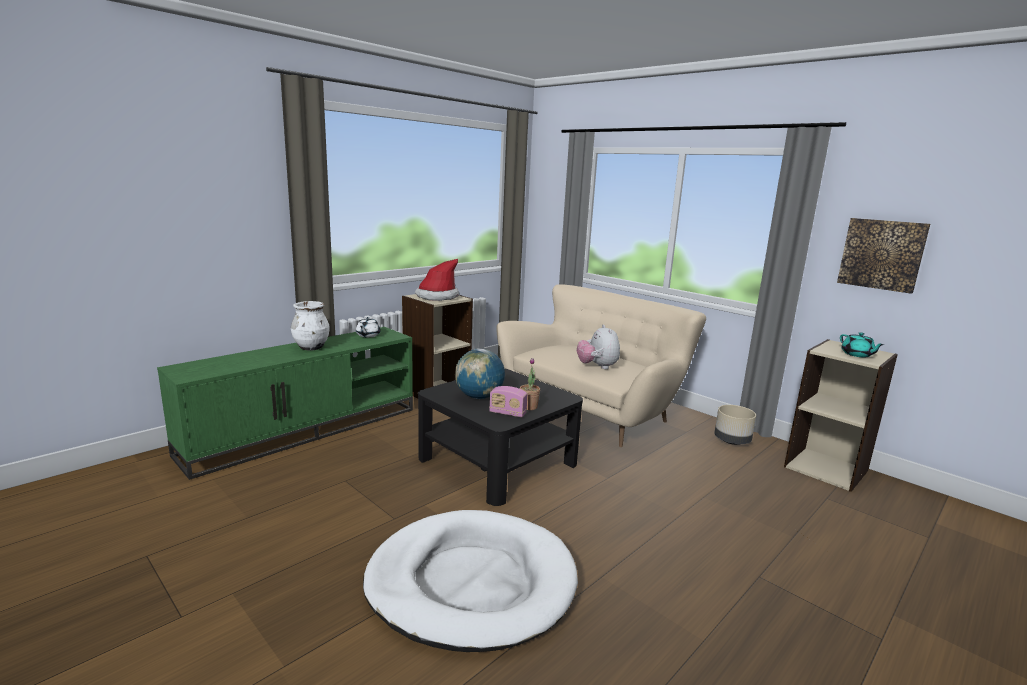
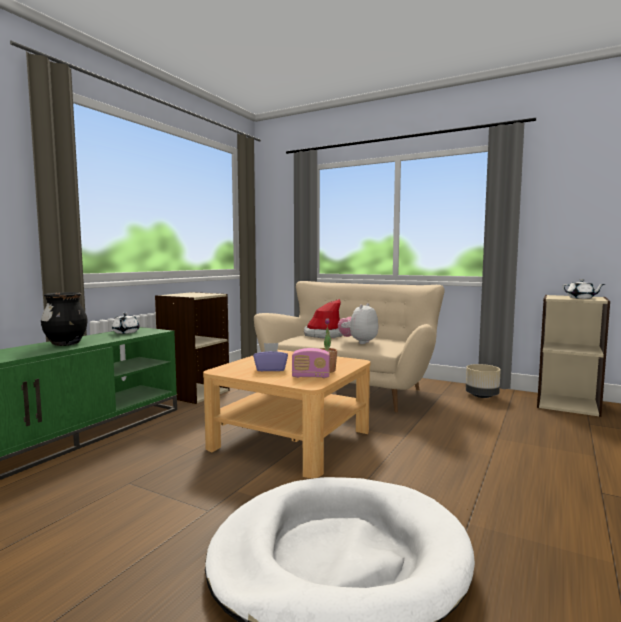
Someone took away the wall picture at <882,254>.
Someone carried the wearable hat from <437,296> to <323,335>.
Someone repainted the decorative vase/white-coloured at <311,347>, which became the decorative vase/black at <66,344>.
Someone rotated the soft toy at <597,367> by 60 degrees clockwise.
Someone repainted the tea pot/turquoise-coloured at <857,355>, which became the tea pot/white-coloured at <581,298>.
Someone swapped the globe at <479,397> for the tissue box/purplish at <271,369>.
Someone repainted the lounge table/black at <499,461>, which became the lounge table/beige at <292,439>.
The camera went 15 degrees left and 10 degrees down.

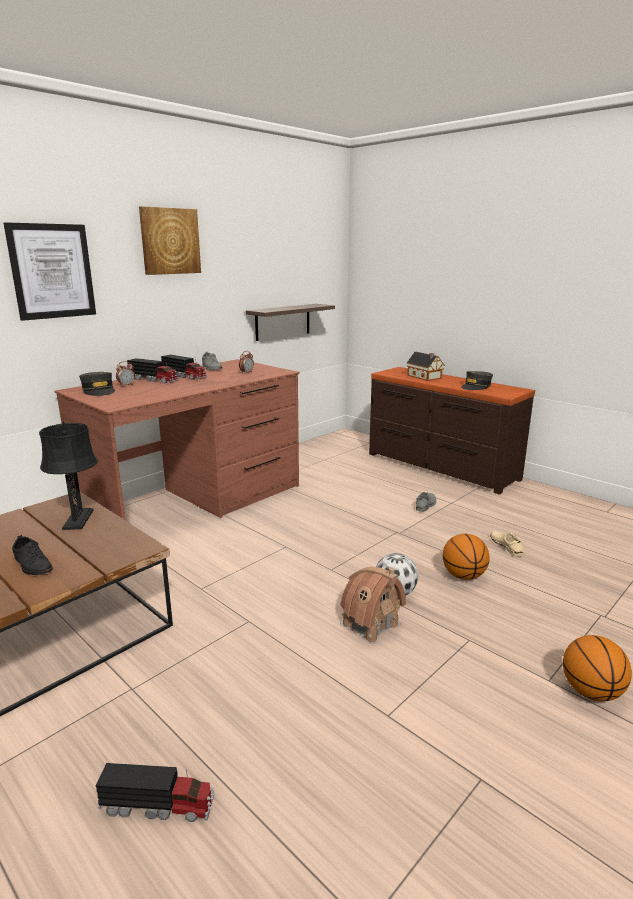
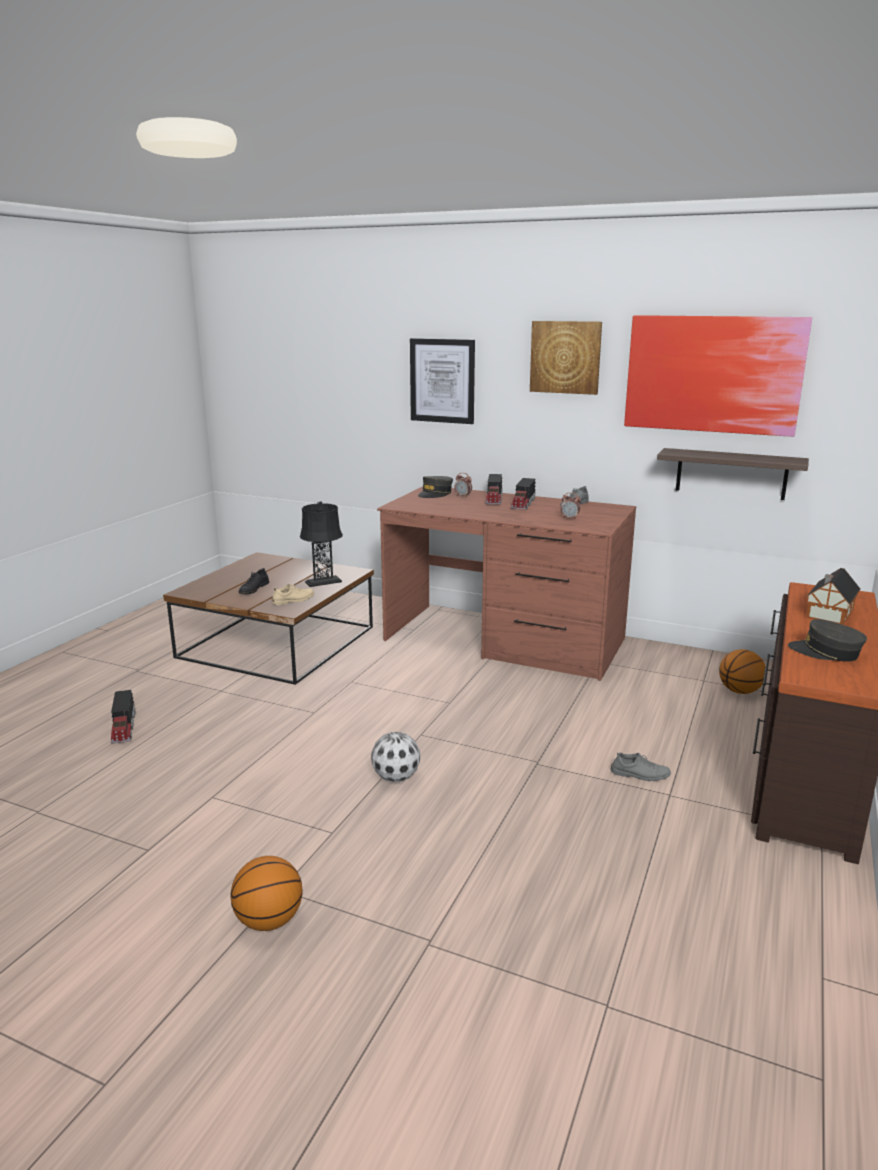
Someone carried the shoe/beige from <506,546> to <293,600>.
Someone carried the basketball from <463,576> to <740,691>.
Someone took away the toy house at <370,624>.
Someone put up the wall picture at <713,374>.
The camera went 70 degrees right and 0 degrees up.

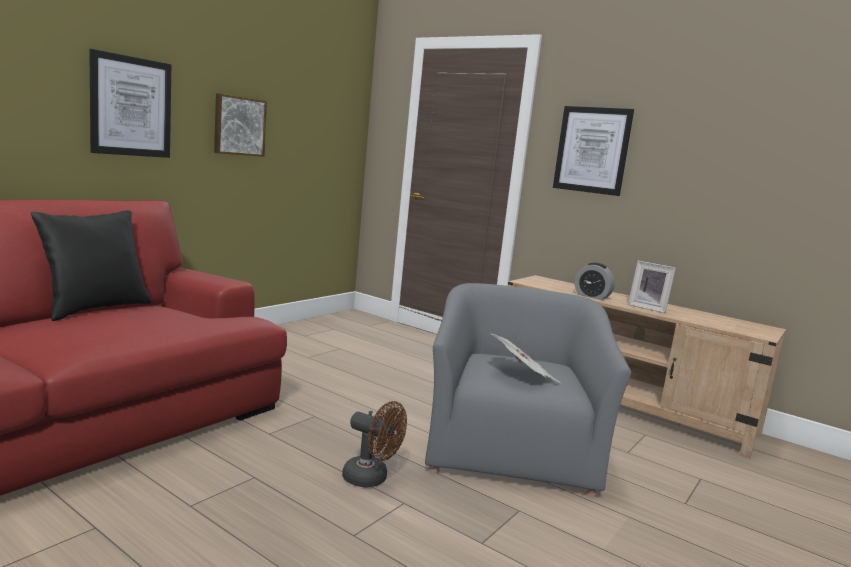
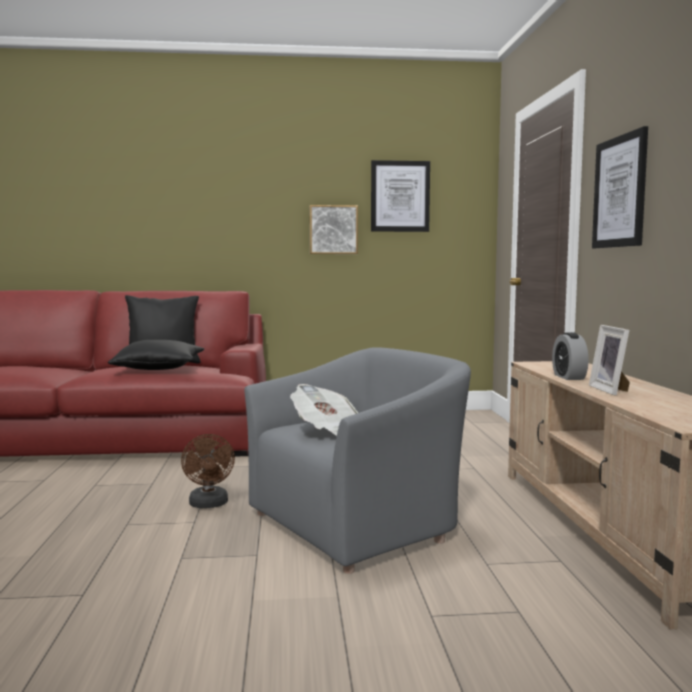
Someone carried the wall picture from <131,106> to <400,196>.
Someone put down the pillow/black at <159,368>.
The camera went 50 degrees right and 5 degrees down.

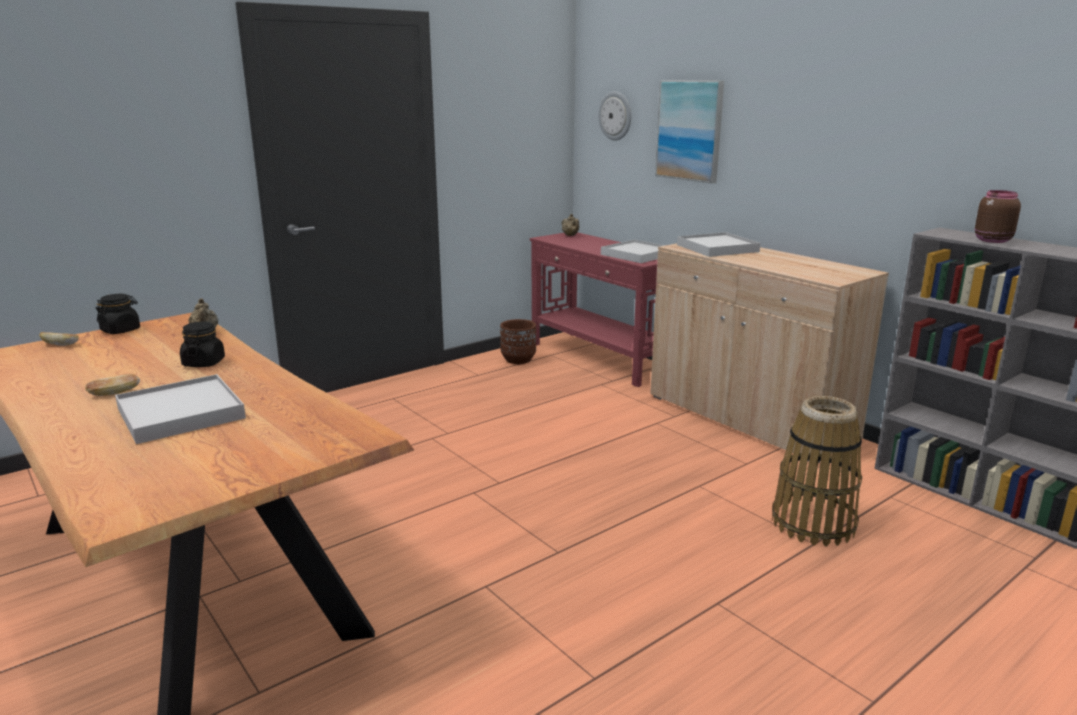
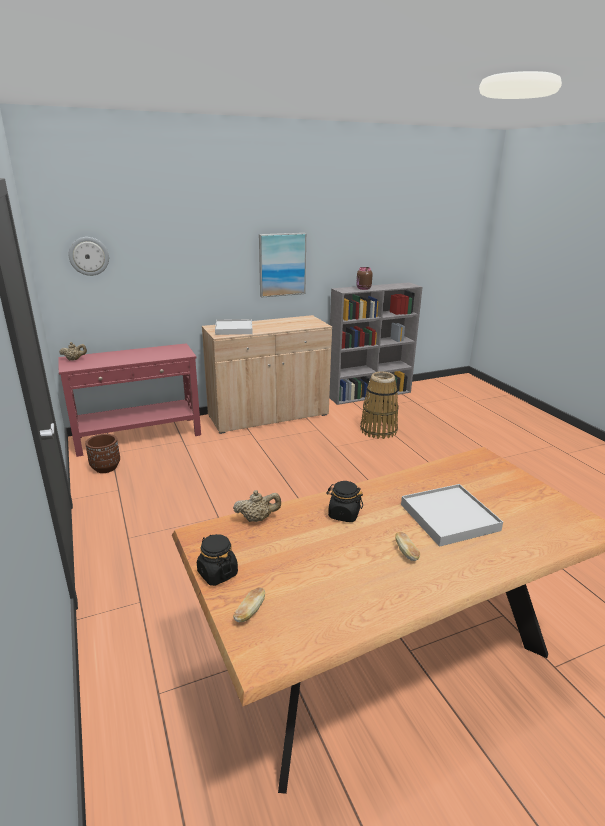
Someone carried the wall picture from <690,130> to <282,264>.
Someone took away the carrying tray/white-coloured at <637,255>.
The camera went 75 degrees left and 5 degrees up.

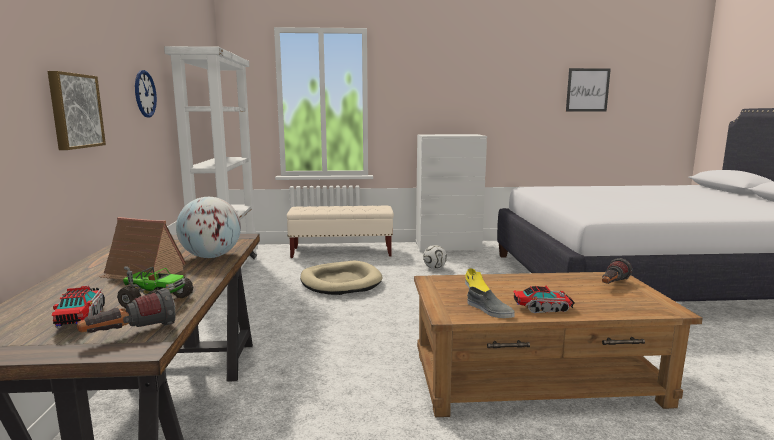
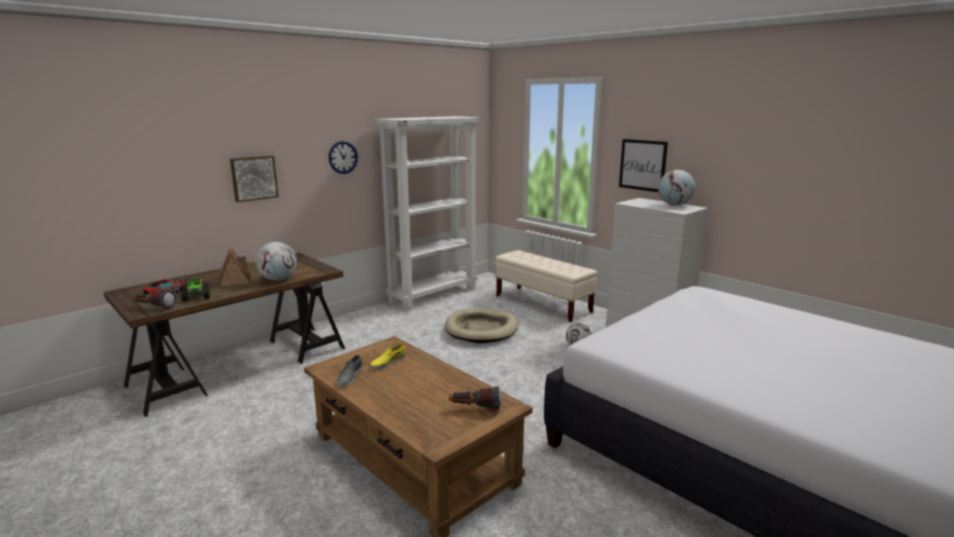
Someone carried the wall picture from <587,90> to <642,165>.
Someone took away the model truck at <543,308>.
Someone put down the globe at <674,205>.
The camera went 50 degrees right and 5 degrees up.

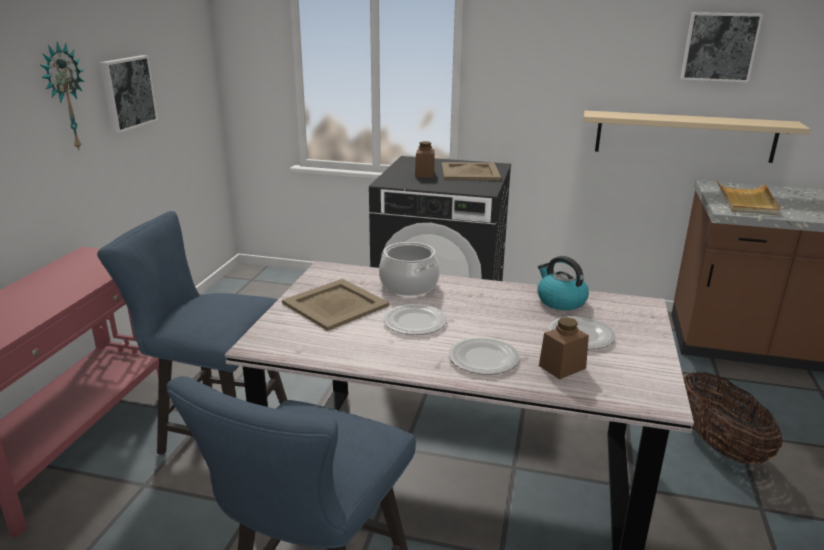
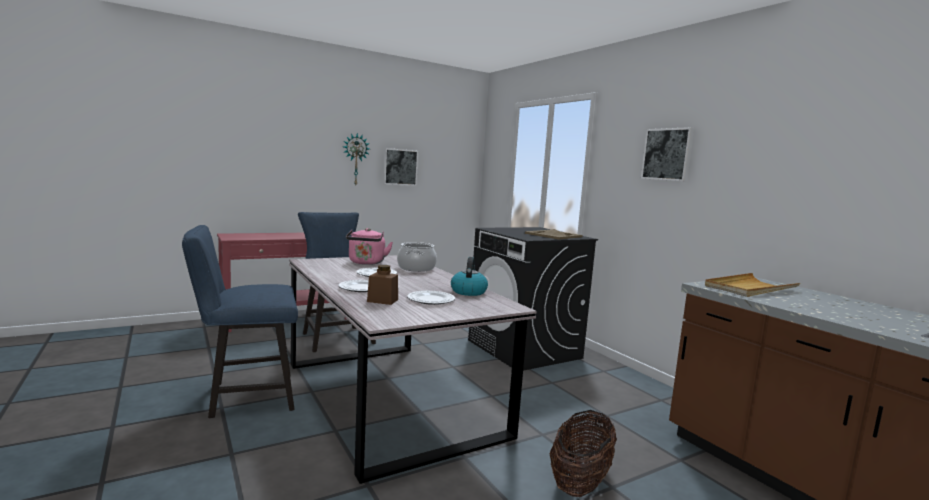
Someone carried the wall picture from <719,47> to <668,154>.
Someone took away the wall shelf/beige at <684,136>.
Someone took away the preserve jar/brown-coloured at <424,174>.
Someone swapped the carrying tray/beige at <335,305> for the tea kettle/pink-coloured at <366,263>.
The camera went 45 degrees right and 15 degrees down.

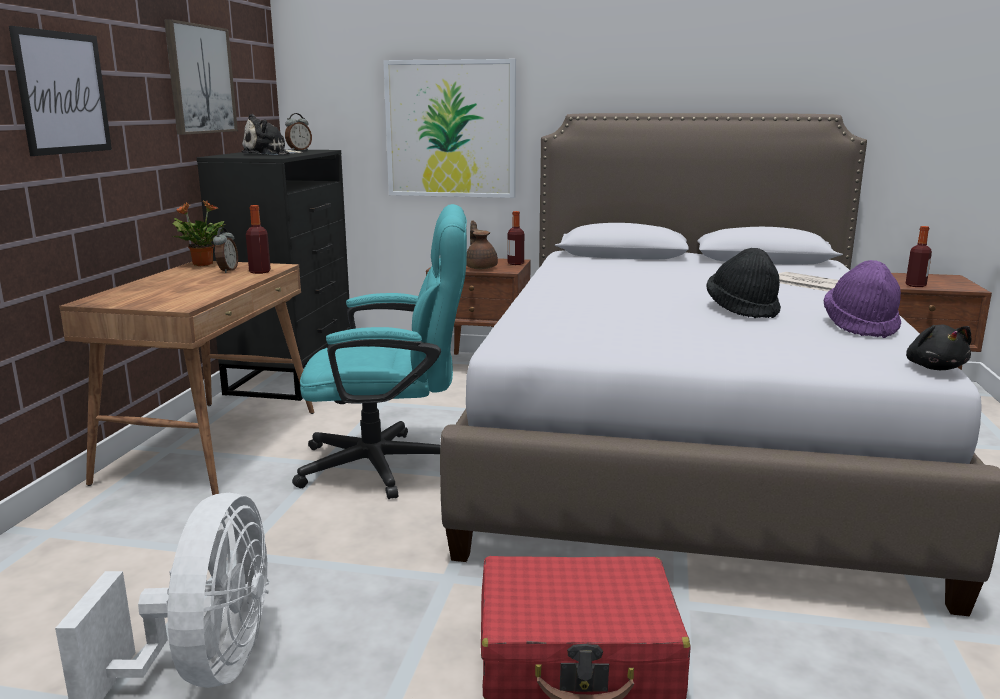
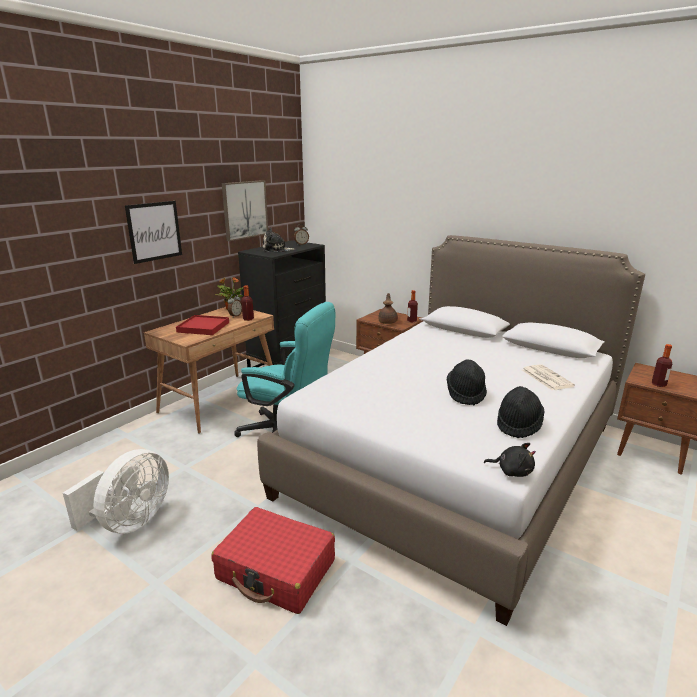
Someone took away the wall picture at <451,129>.
Someone repainted the wearable hat/purplish at <860,326>, which became the wearable hat/black at <518,425>.
Someone rotated the soft toy/black at <934,367> by 90 degrees counterclockwise.
Someone put down the carrying tray/red at <203,327>.
The camera went 25 degrees right and 5 degrees up.

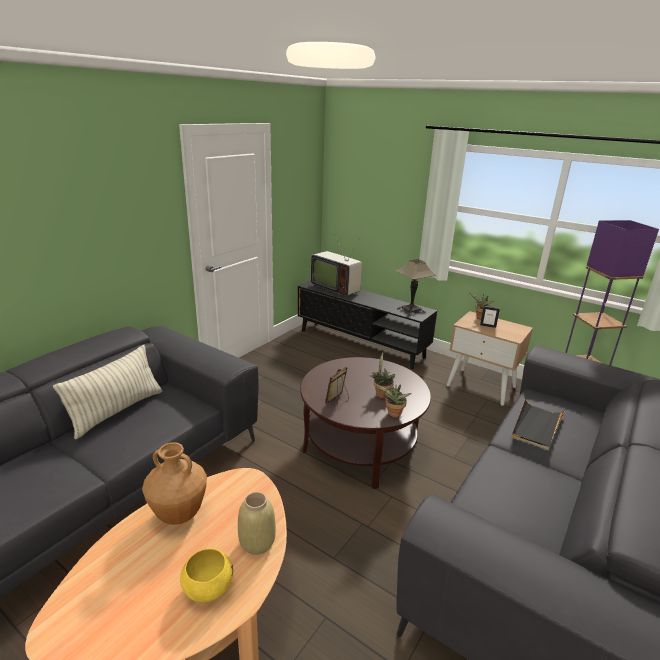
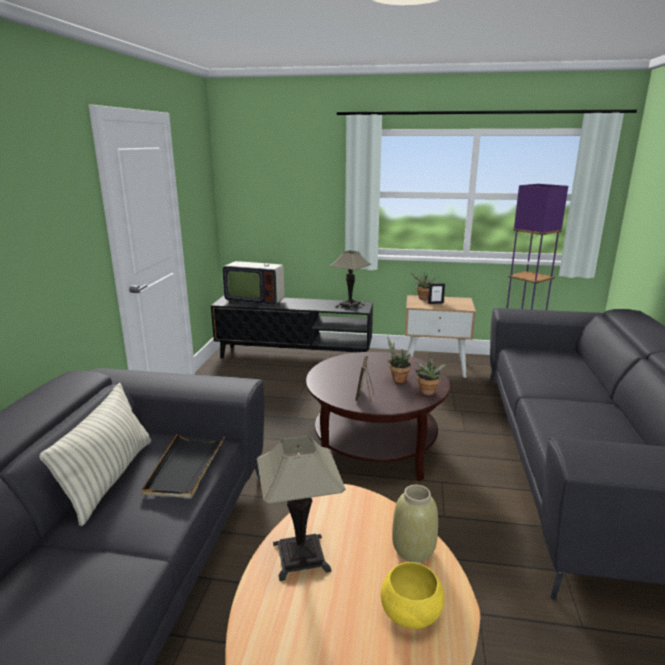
Someone carried the carrying tray/black from <536,426> to <185,468>.
Someone swapped the decorative vase/brown-coloured at <179,514> for the table lamp at <301,556>.
The camera went 25 degrees left and 5 degrees down.

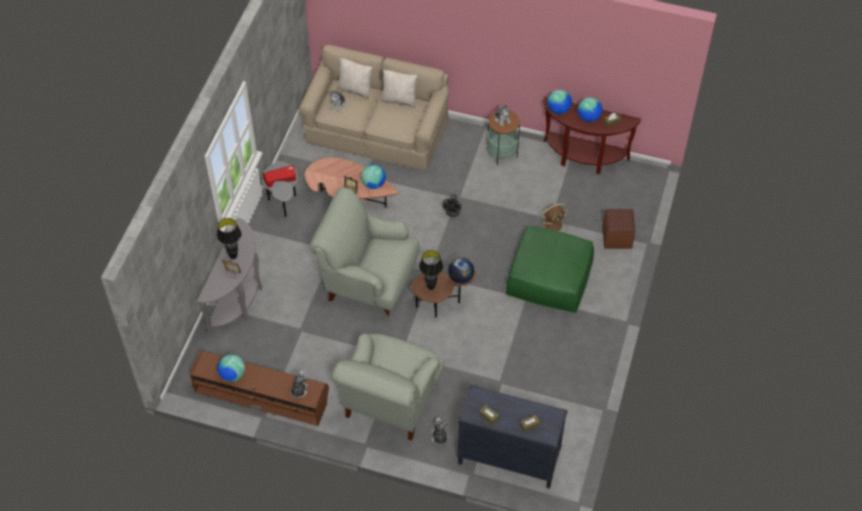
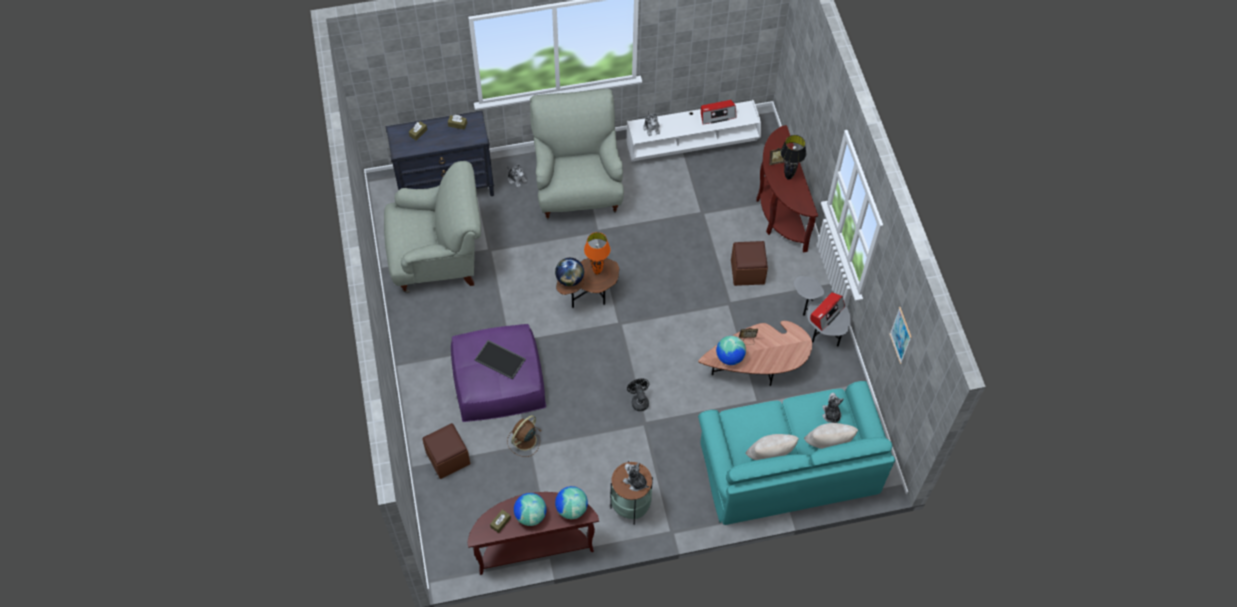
Someone repainted the settee/beige at <377,130>, which became the settee/turquoise-coloured at <788,465>.
Someone carried the armchair/greyish from <368,282> to <437,258>.
Someone repainted the console table/greyish at <238,300>, which became the console table/brown-coloured at <779,213>.
Someone repainted the pouffe/green at <550,275>, which became the pouffe/purplish at <498,379>.
Someone repainted the table lamp/black at <431,287>, which became the table lamp/orange at <597,271>.
Someone repainted the media console/brown-coloured at <262,394>, which became the media console/white-coloured at <692,145>.
Someone swapped the globe at <232,375> for the radio receiver at <717,115>.
Someone put down the pouffe/brown-coloured at <747,272>.
Someone put up the wall picture at <900,335>.
Someone put down the carrying tray at <501,359>.
The camera went 150 degrees right and 5 degrees up.

